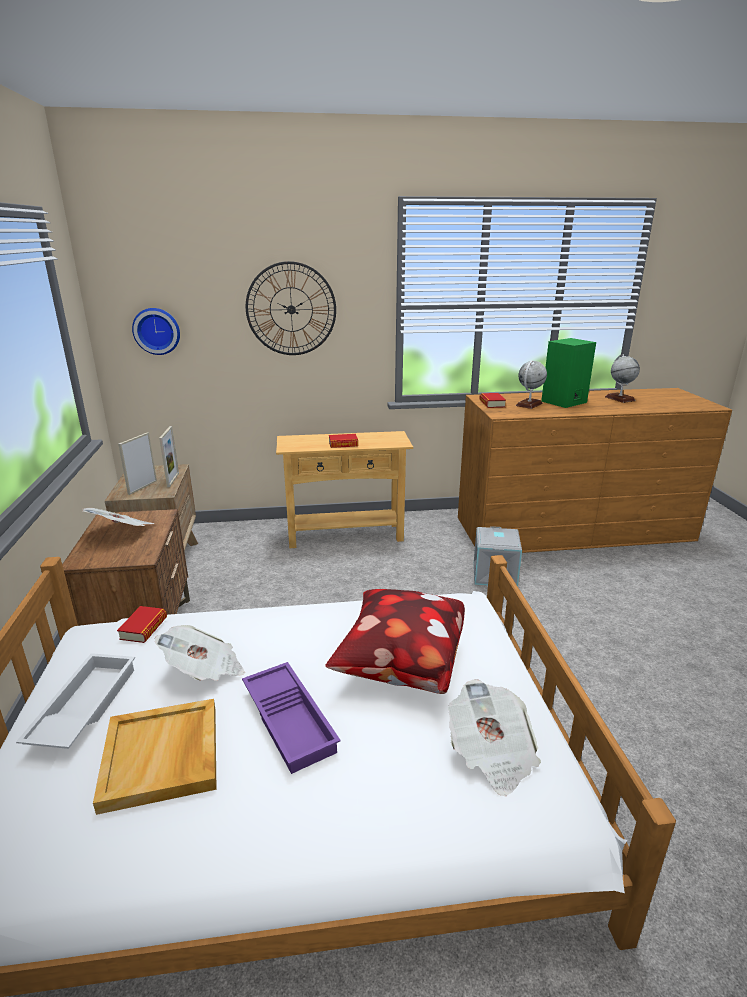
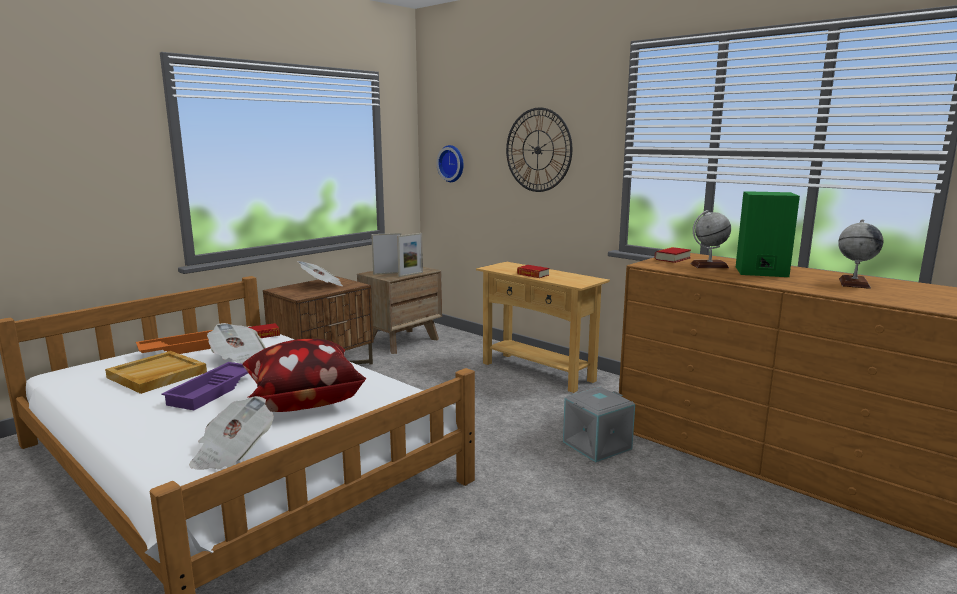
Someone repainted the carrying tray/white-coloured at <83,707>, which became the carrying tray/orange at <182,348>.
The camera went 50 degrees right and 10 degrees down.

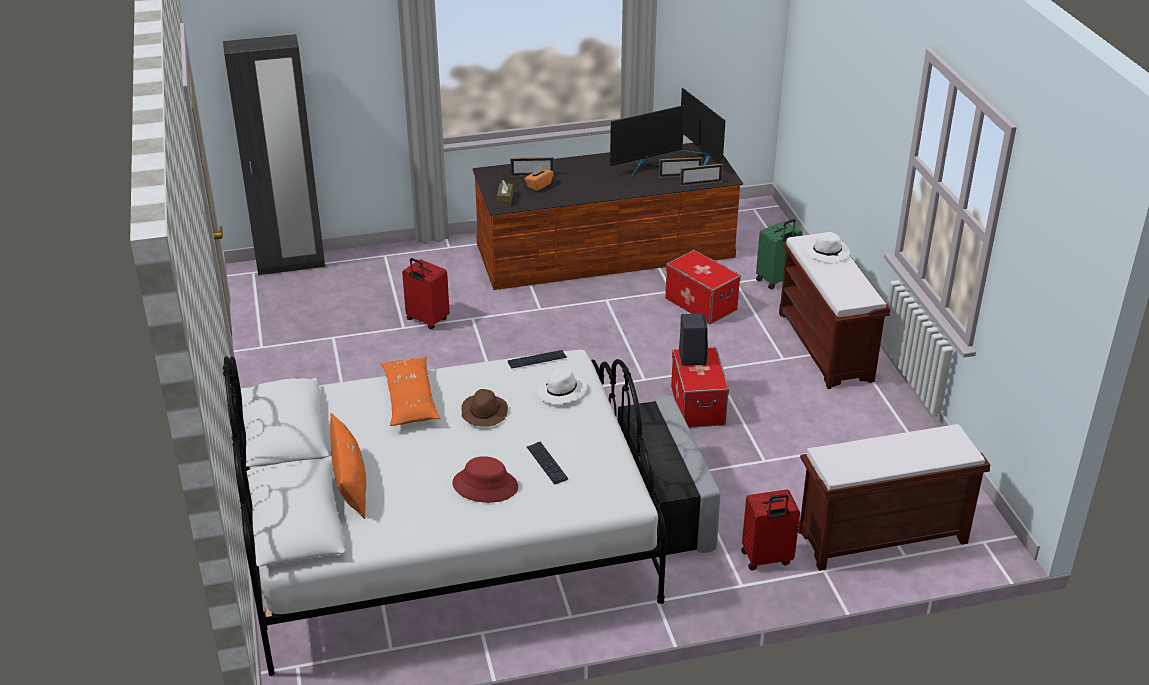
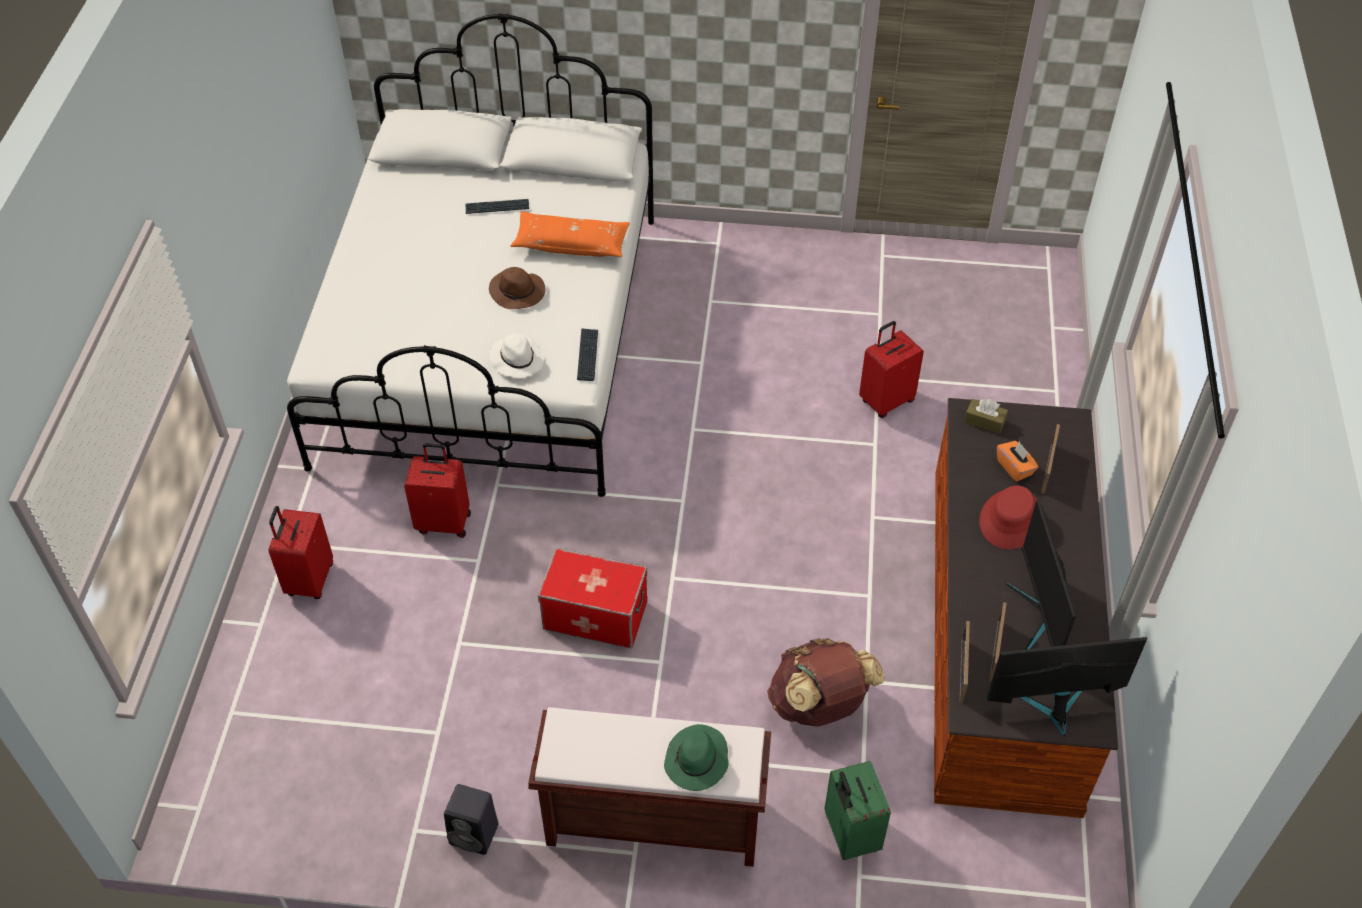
Someone took away the clothes cupboard/black at <290,264>.
Someone repainted the wearable hat/white-coloured at <827,253>, which became the wearable hat/green at <697,761>.
Someone swapped the storage container at <701,304> for the rucksack/brown-coloured at <819,705>.
Someone carried the speaker/black from <691,357> to <476,834>.
Someone swapped the pouffe/greyish at <664,502> for the suitcase/red at <444,522>.
Someone took away the pillow/orange at <350,483>.
Someone took away the long seat/brown-coloured at <881,538>.
Someone carried the PC keyboard from <546,463> to <497,207>.
Someone carried the wearable hat/red from <485,485> to <1011,520>.
The camera went 110 degrees right and 15 degrees up.

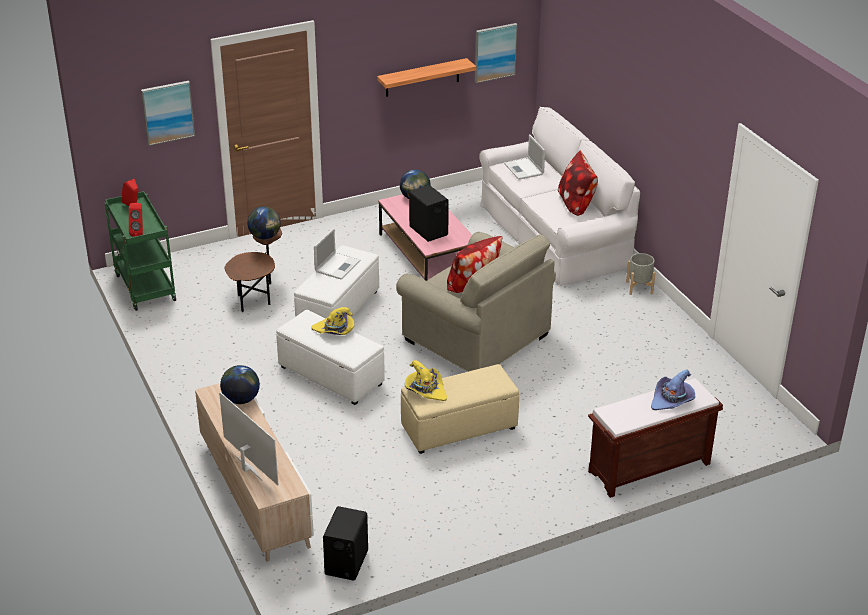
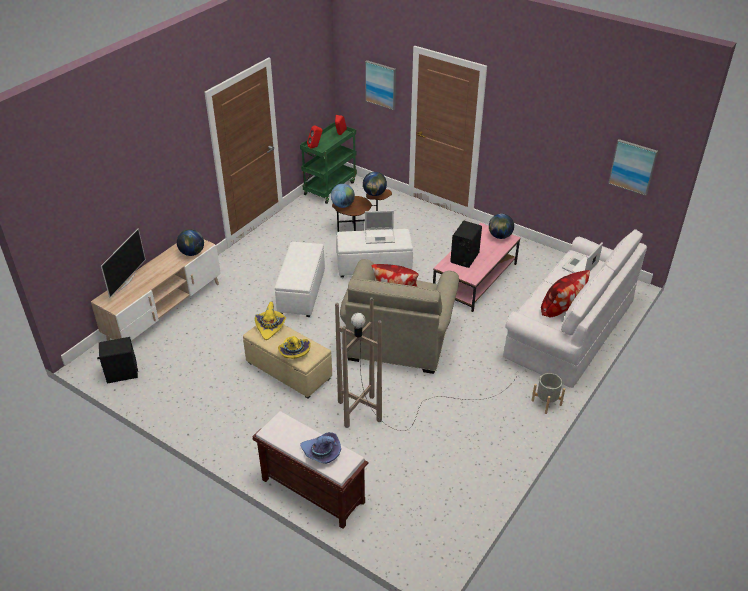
Someone took away the wall shelf at <422,77>.
Someone carried the wearable hat/yellow-coloured from <334,330> to <293,351>.
Someone put down the globe at <343,205>.
Someone put down the standard lamp/brown-coloured at <400,409>.
The camera went 60 degrees right and 5 degrees up.

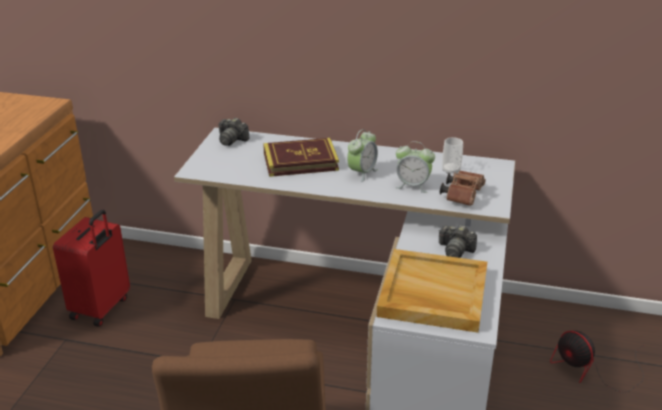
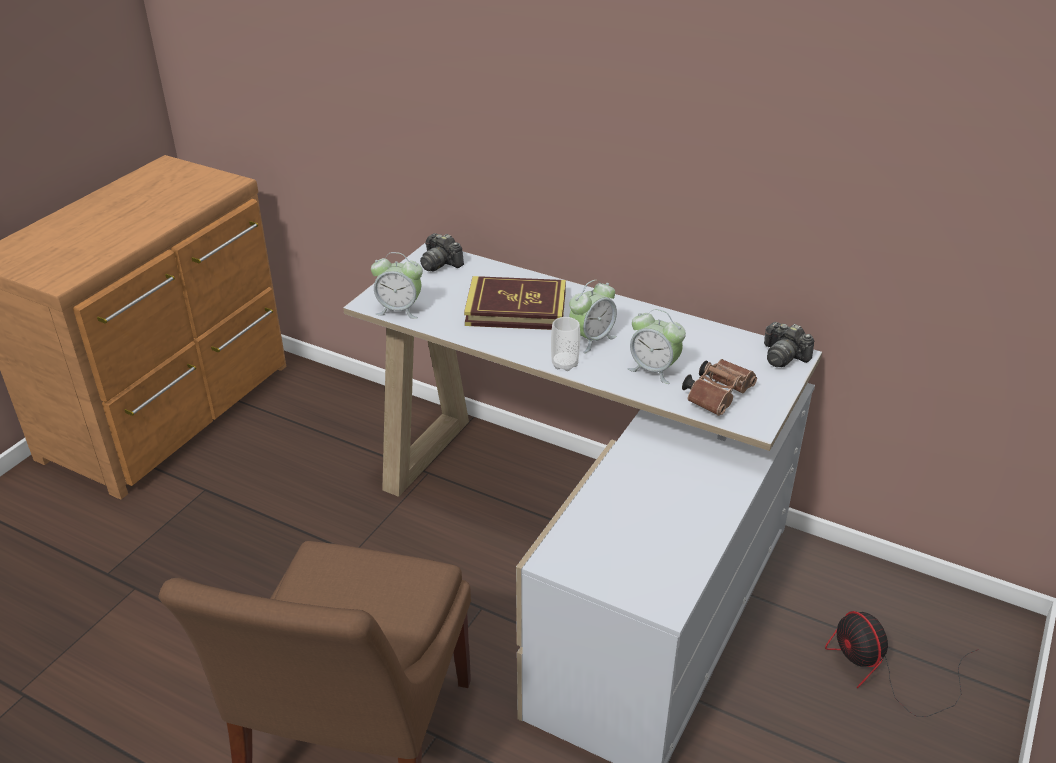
Someone carried the cup from <451,170> to <564,364>.
Someone took away the suitcase/red at <101,308>.
Someone carried the still camera from <455,250> to <783,356>.
Someone took away the carrying tray/beige at <432,294>.
Someone put down the alarm clock at <399,310>.
The camera went 15 degrees right and 5 degrees up.

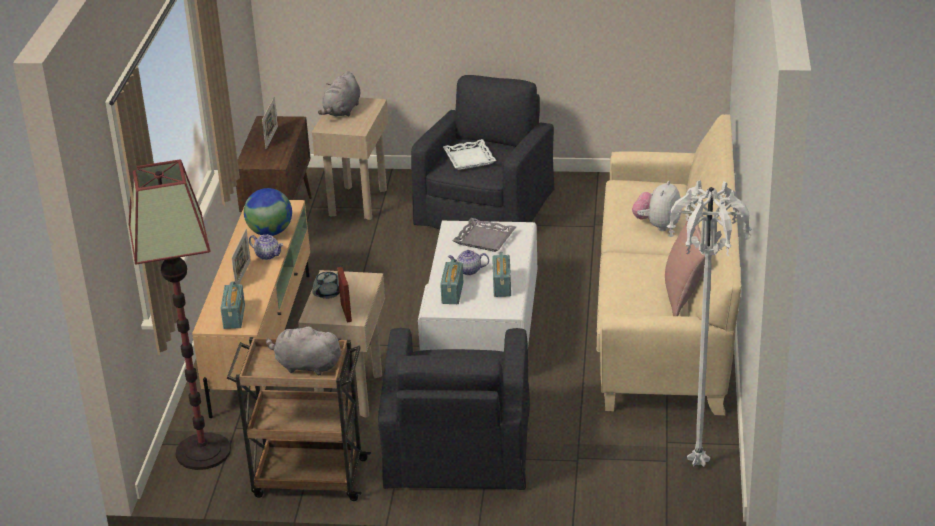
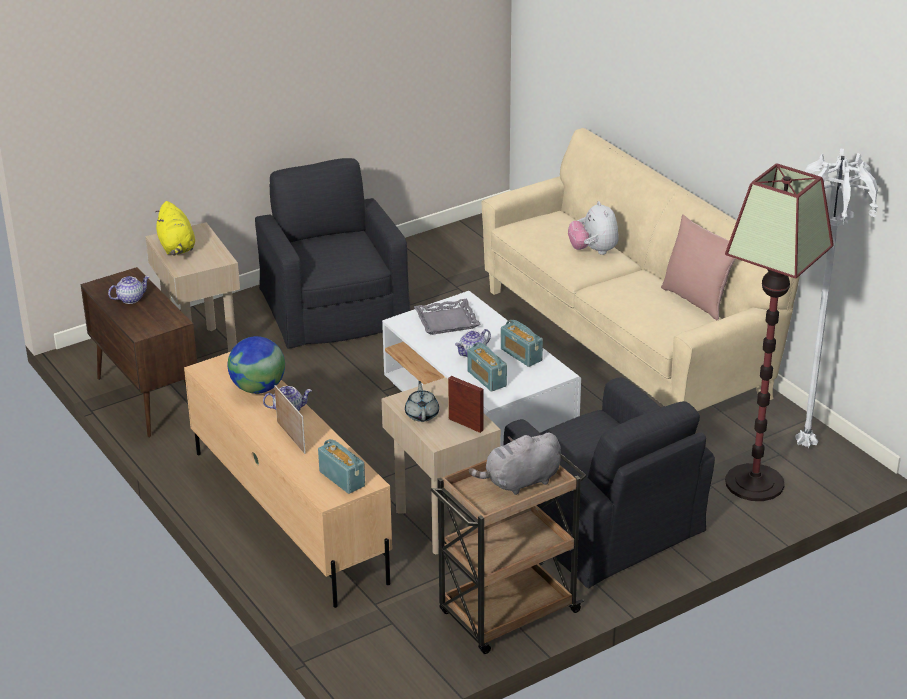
Someone repainted the soft toy/greyish at <342,111>, which became the soft toy/yellow-coloured at <176,247>.
Someone swapped the picture frame at <271,137> for the tea pot at <130,299>.
Someone took away the carrying tray/white-coloured at <470,158>.
Someone carried the standard lamp from <203,452> to <754,483>.
The camera went 40 degrees left and 0 degrees up.

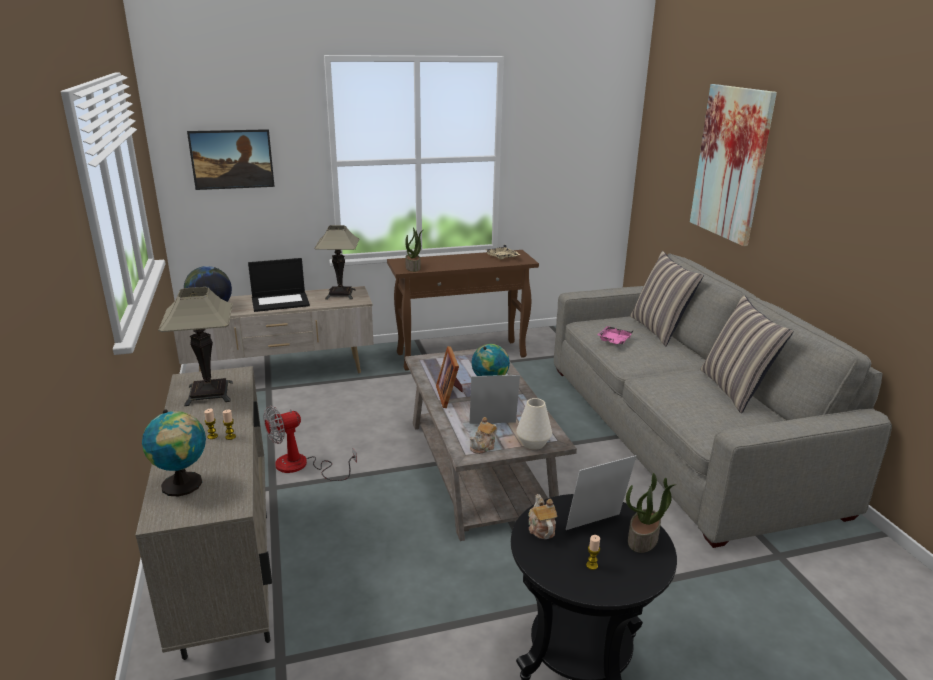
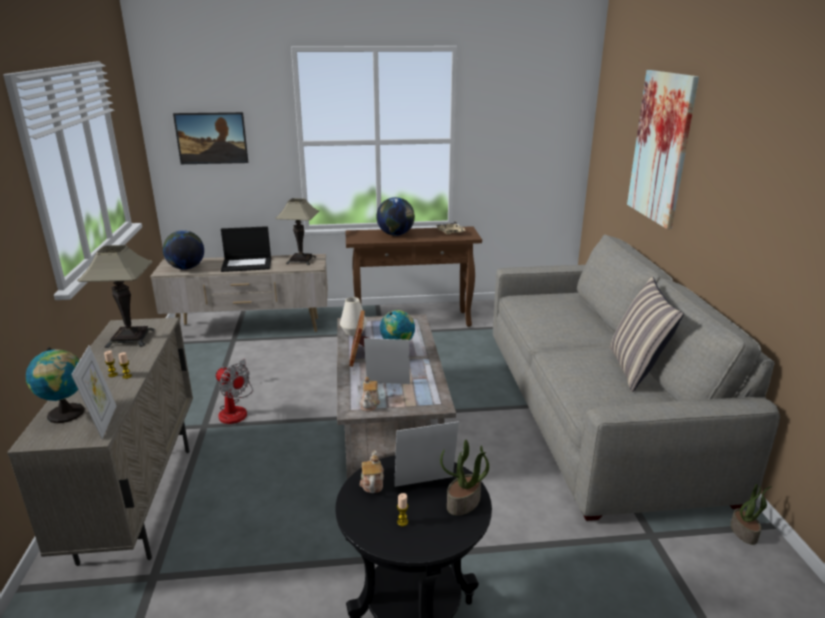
Someone carried the potted plant from <413,268> to <744,532>.
Someone took away the pillow at <659,330>.
Someone took away the carrying tray/pink-coloured at <614,341>.
Someone carried the decorative vase/white-coloured from <533,443> to <353,332>.
Someone rotated the fan at <301,466> by 120 degrees counterclockwise.
Someone rotated the tea pot at <483,446> by 45 degrees counterclockwise.
Someone put down the globe at <396,234>.
Someone put down the picture frame at <103,422>.
The camera went 10 degrees right and 0 degrees up.

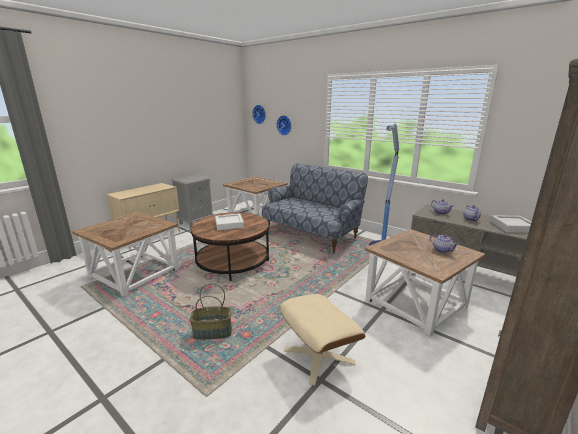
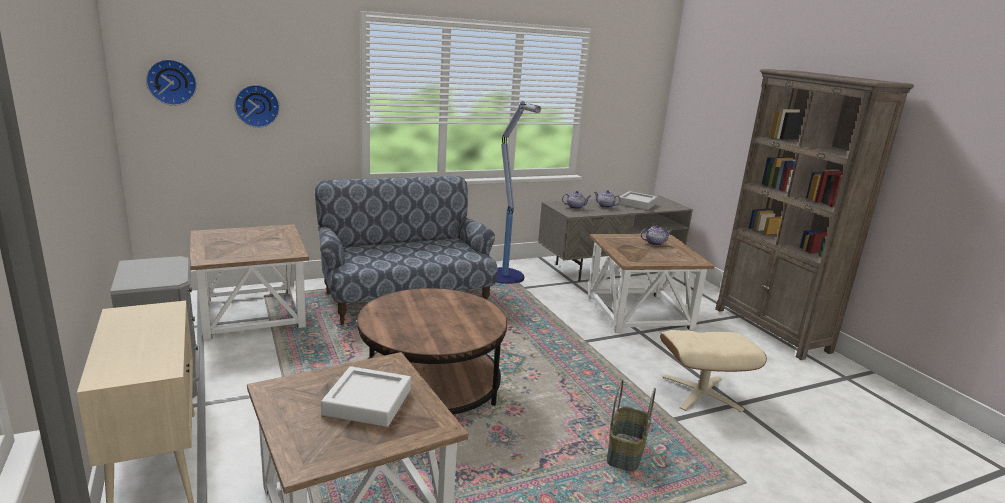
Someone carried the carrying tray/white-coloured from <229,224> to <367,402>.
The camera went 65 degrees left and 0 degrees up.

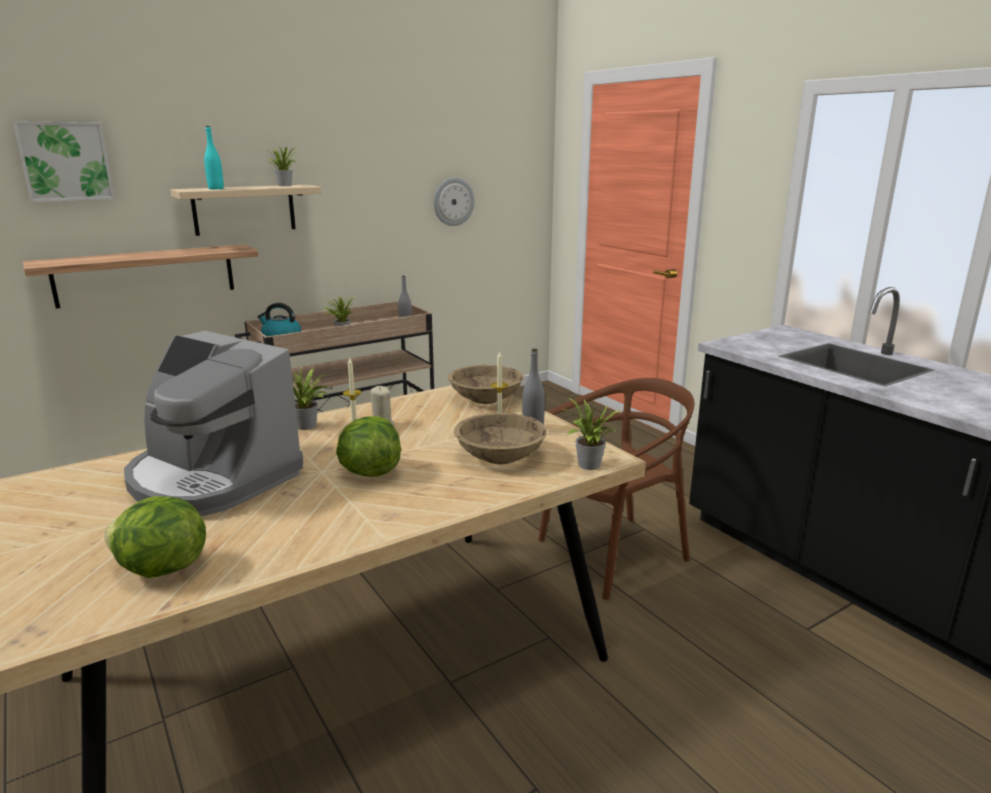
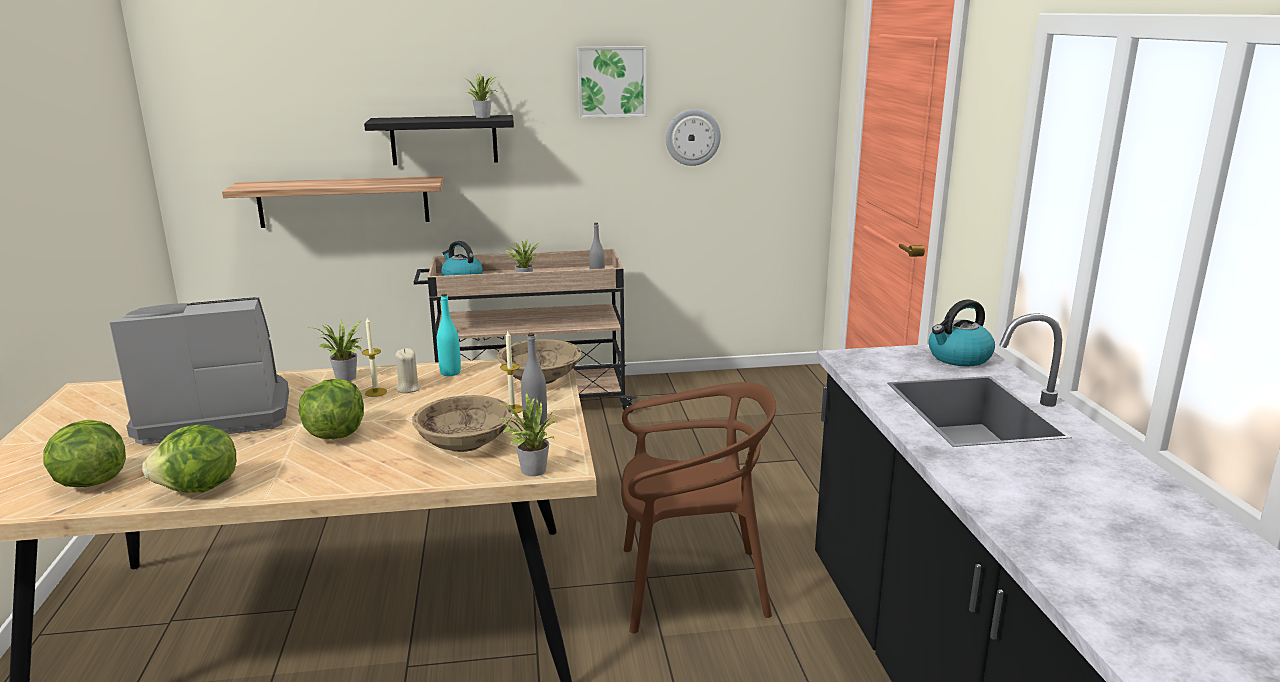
Someone carried the wall picture from <65,161> to <611,81>.
Someone carried the bottle/turquoise-coloured from <216,189> to <450,373>.
Someone repainted the wall shelf/beige at <244,209>, which became the wall shelf/black at <444,140>.
Someone rotated the coffee brewer at <212,479> by 105 degrees clockwise.
Someone put down the tea kettle at <958,358>.
Someone put down the head of lettuce at <199,489>.
The camera went 25 degrees right and 0 degrees up.

